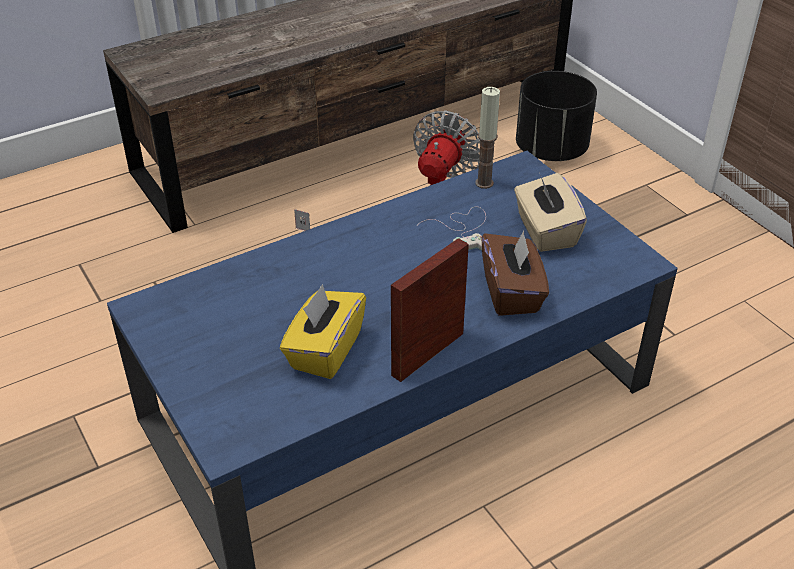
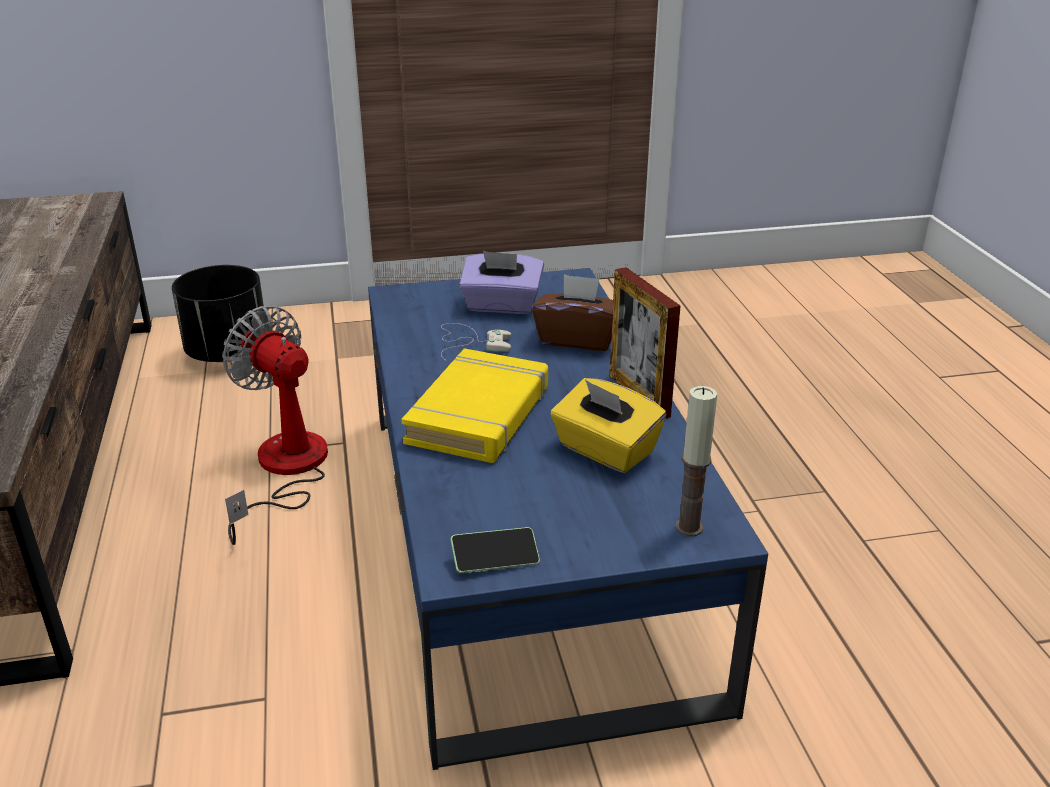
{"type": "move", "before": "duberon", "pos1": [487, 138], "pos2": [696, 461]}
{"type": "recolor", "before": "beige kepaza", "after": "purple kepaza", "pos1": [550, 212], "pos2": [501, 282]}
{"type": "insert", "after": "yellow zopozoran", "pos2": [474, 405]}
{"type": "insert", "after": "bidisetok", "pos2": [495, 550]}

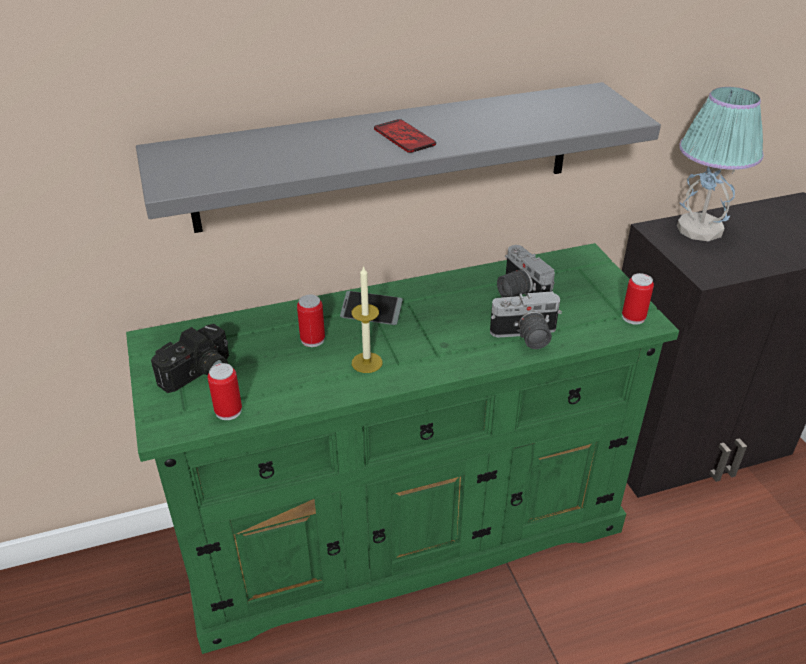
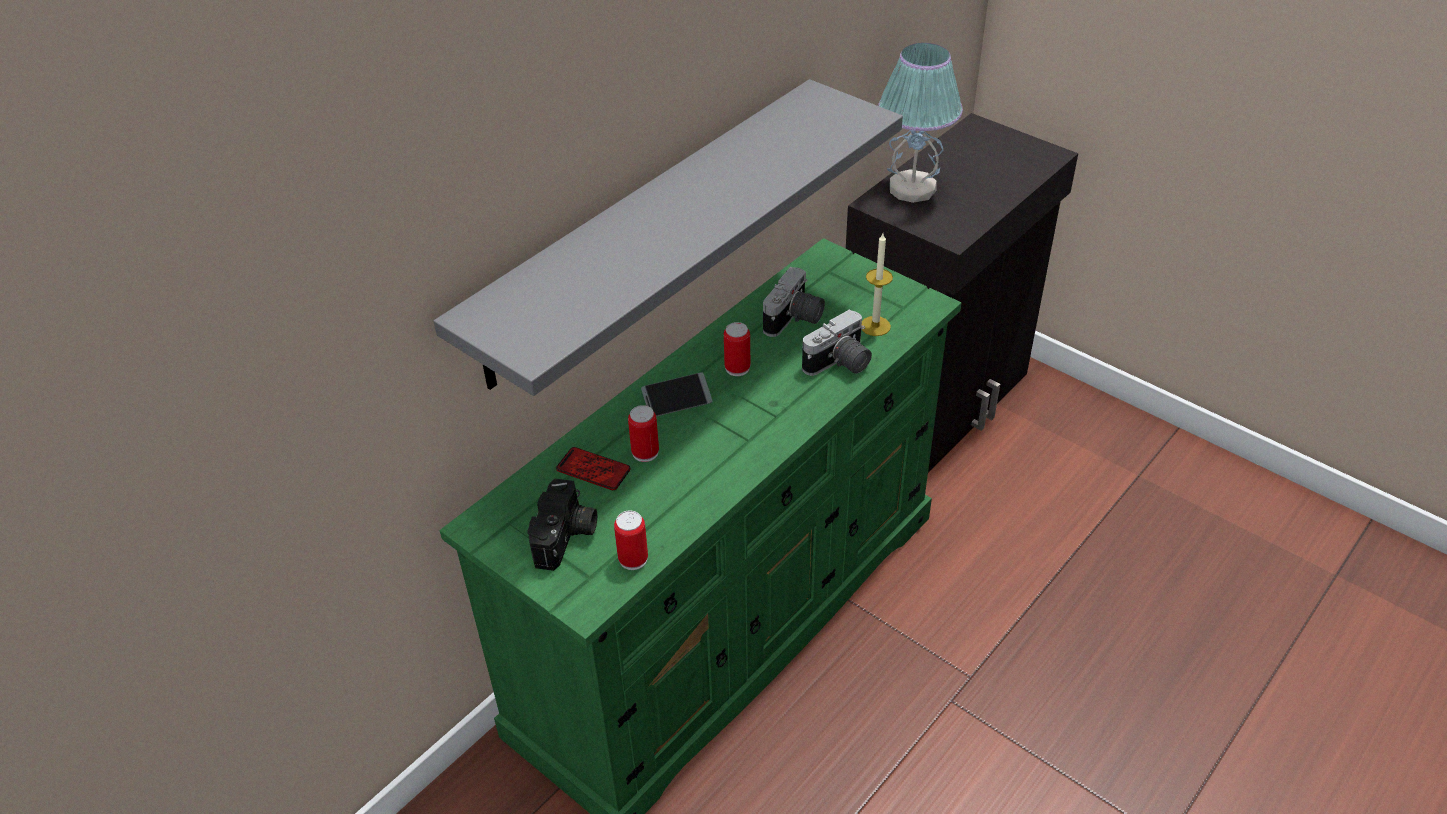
{"type": "move", "before": "bidisetok", "pos1": [405, 136], "pos2": [593, 468]}
{"type": "rotate", "before": "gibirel", "pos1": [526, 271], "pos2": [794, 302], "turn": -90}
{"type": "move", "before": "duberon", "pos1": [366, 319], "pos2": [877, 284]}
{"type": "move", "before": "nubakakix", "pos1": [638, 299], "pos2": [737, 349]}

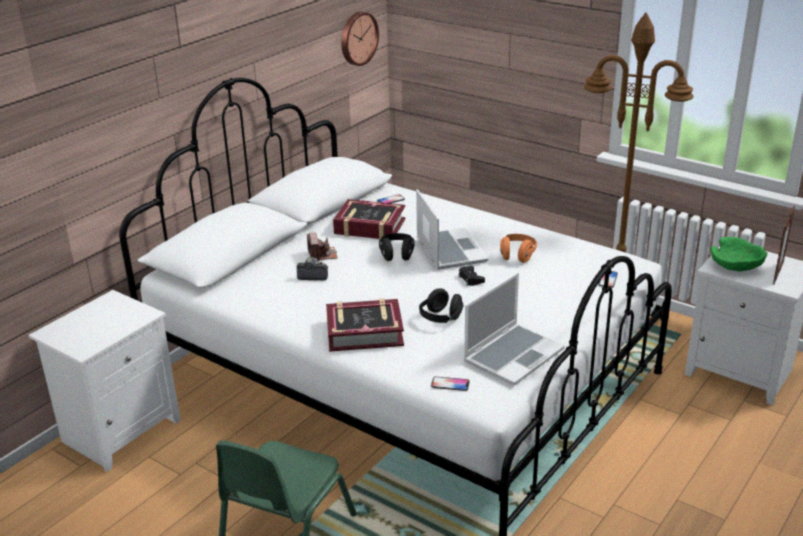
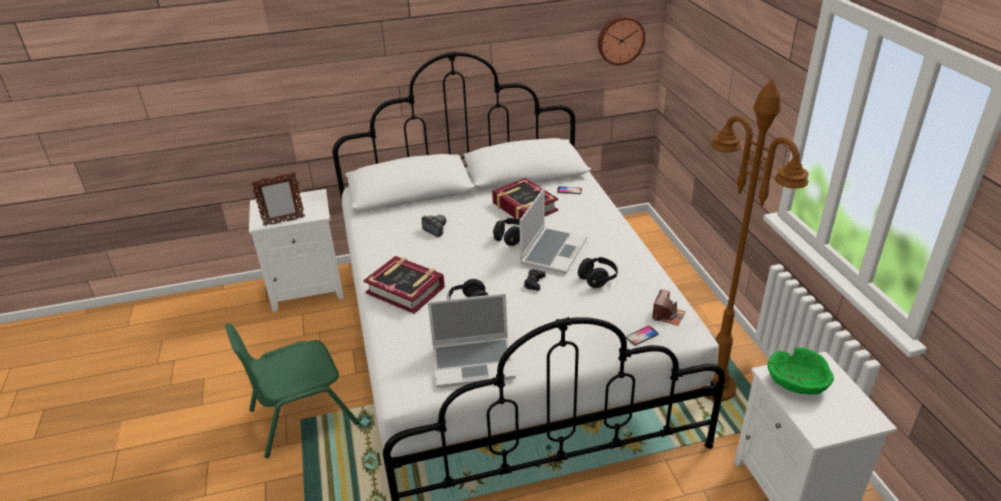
{"type": "move", "before": "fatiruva", "pos1": [784, 245], "pos2": [278, 199]}
{"type": "move", "before": "gibirel", "pos1": [322, 246], "pos2": [669, 307]}
{"type": "recolor", "before": "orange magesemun", "after": "black magesemun", "pos1": [518, 248], "pos2": [598, 272]}
{"type": "delete", "before": "bidisetok", "pos1": [450, 384]}

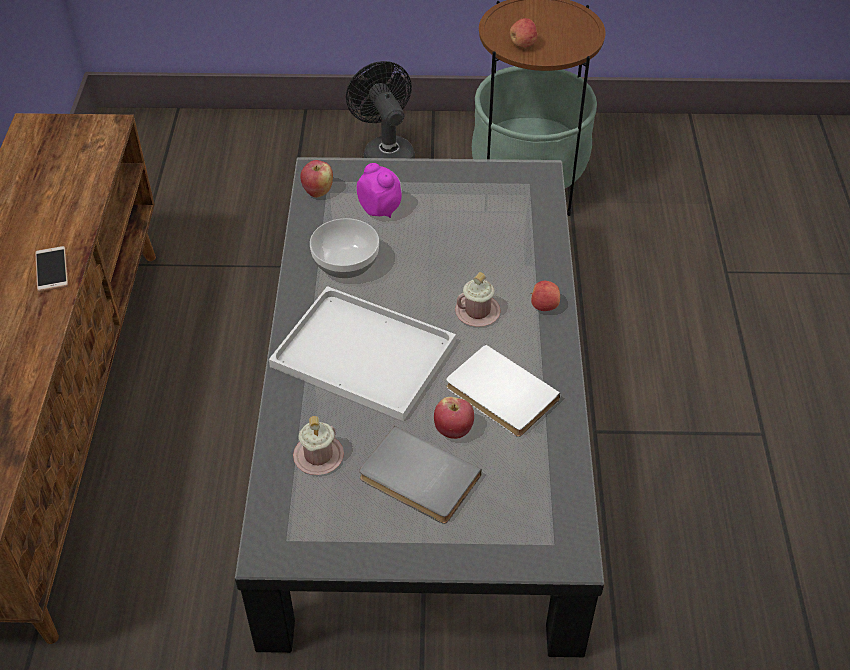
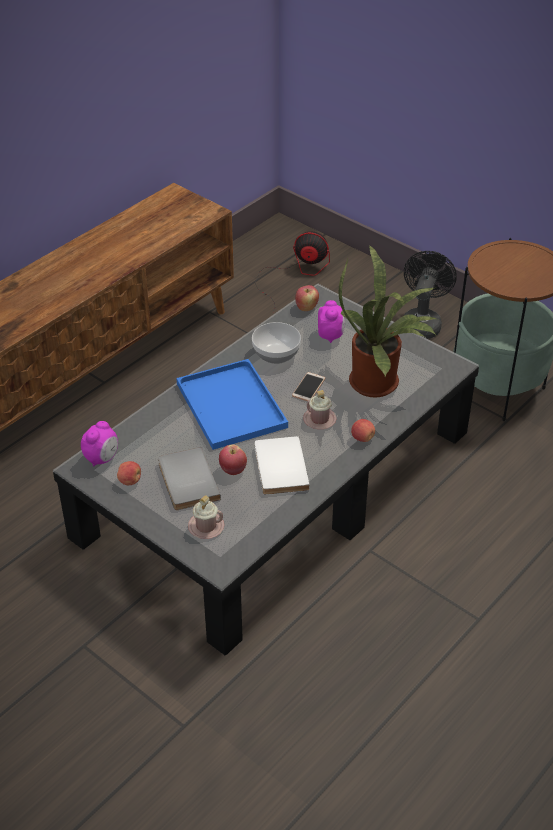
{"type": "move", "before": "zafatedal", "pos1": [524, 32], "pos2": [129, 473]}
{"type": "move", "before": "bidisetok", "pos1": [51, 269], "pos2": [308, 386]}
{"type": "recolor", "before": "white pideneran", "after": "blue pideneran", "pos1": [362, 353], "pos2": [232, 404]}
{"type": "move", "before": "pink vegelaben", "pos1": [318, 445], "pos2": [206, 517]}
{"type": "insert", "after": "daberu", "pos2": [292, 271]}
{"type": "insert", "after": "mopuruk", "pos2": [387, 322]}
{"type": "insert", "after": "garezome", "pos2": [99, 443]}

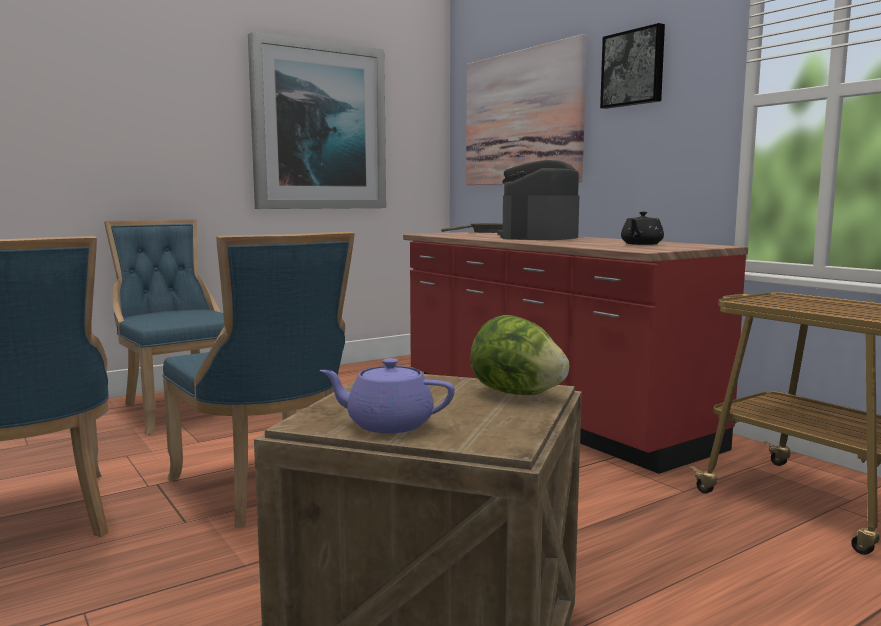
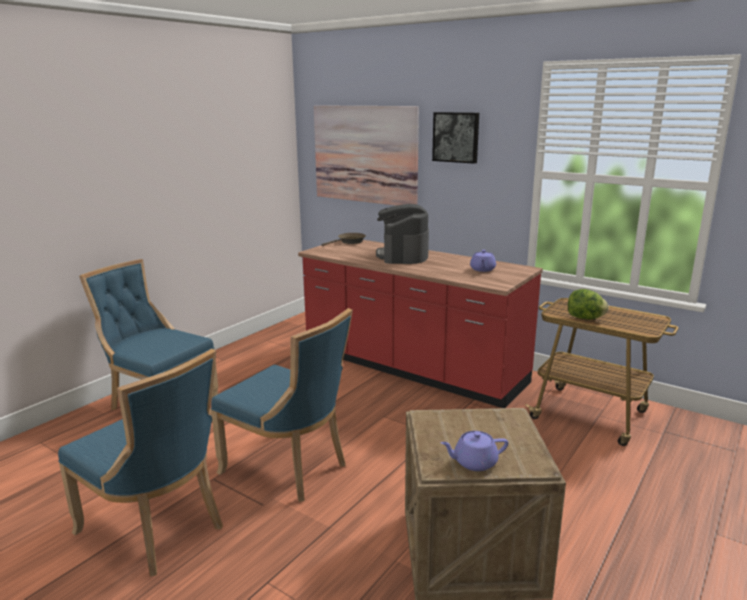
{"type": "delete", "before": "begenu", "pos1": [317, 120]}
{"type": "recolor", "before": "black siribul", "after": "purple siribul", "pos1": [642, 228], "pos2": [483, 261]}
{"type": "move", "before": "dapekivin", "pos1": [519, 355], "pos2": [588, 304]}

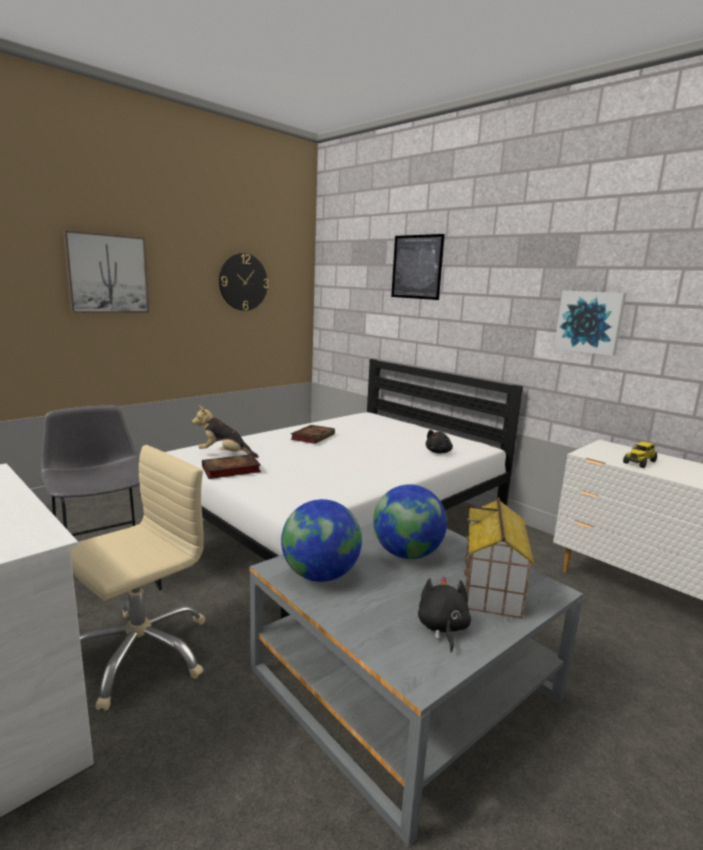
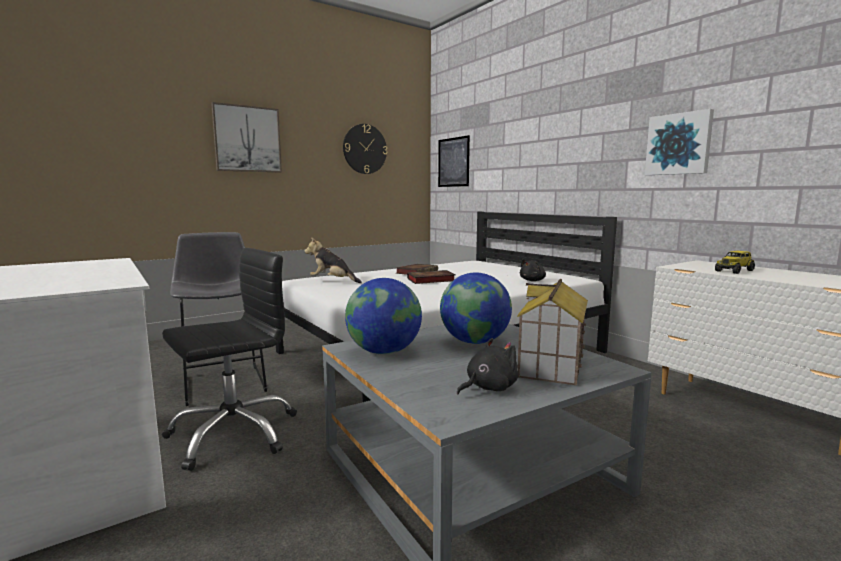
{"type": "move", "before": "begenu", "pos1": [418, 267], "pos2": [454, 161]}
{"type": "recolor", "before": "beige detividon", "after": "black detividon", "pos1": [138, 577], "pos2": [229, 359]}
{"type": "move", "before": "zopozoran", "pos1": [231, 466], "pos2": [431, 277]}
{"type": "rotate", "before": "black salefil", "pos1": [444, 614], "pos2": [488, 366], "turn": 45}

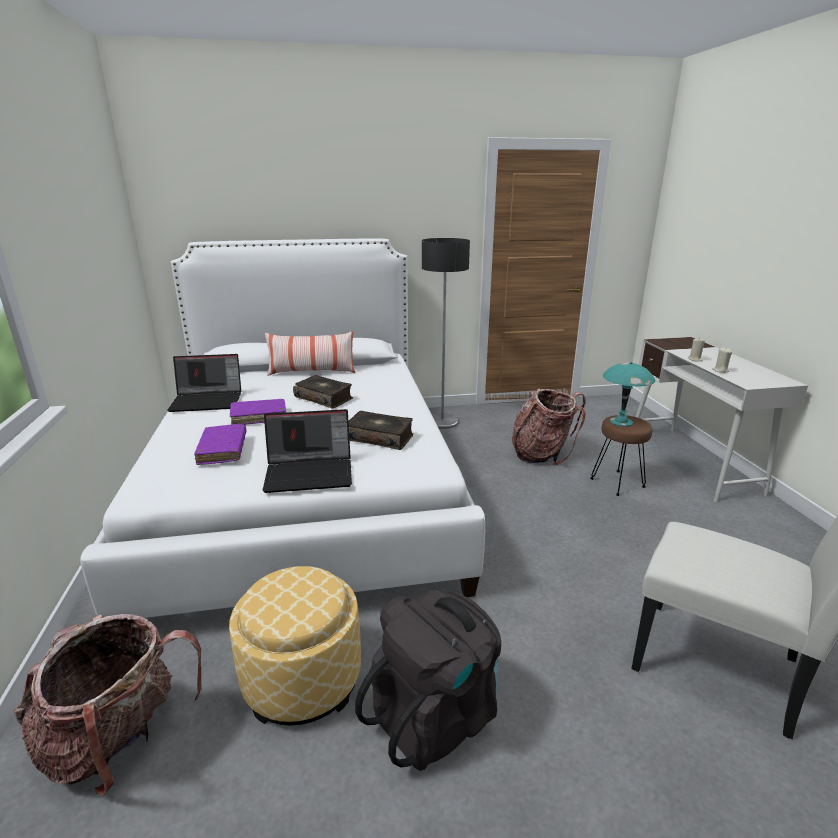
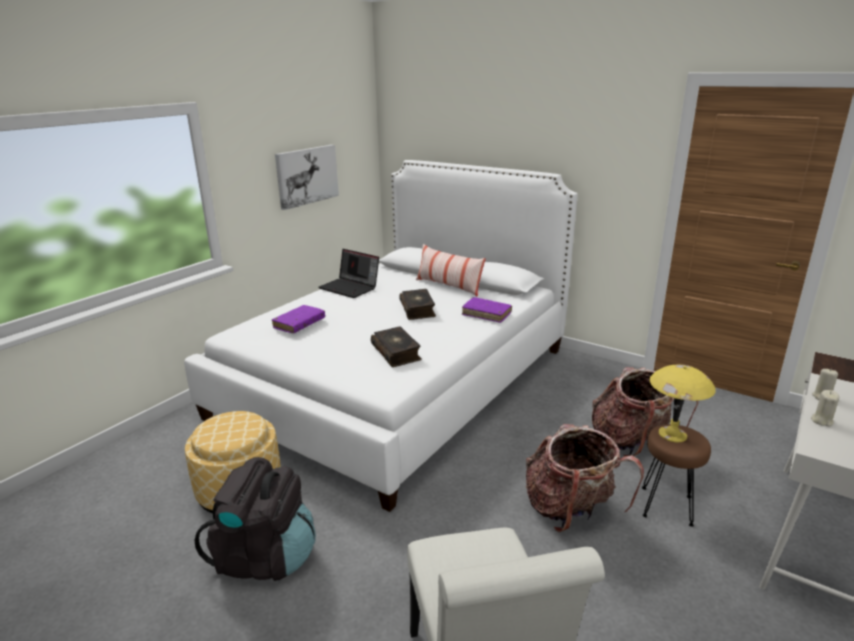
{"type": "delete", "before": "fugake", "pos1": [446, 333]}
{"type": "recolor", "before": "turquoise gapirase", "after": "yellow gapirase", "pos1": [629, 394], "pos2": [682, 404]}
{"type": "move", "before": "purple zopozoran", "pos1": [258, 412], "pos2": [487, 310]}
{"type": "delete", "before": "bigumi", "pos1": [307, 451]}
{"type": "move", "before": "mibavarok", "pos1": [107, 705], "pos2": [585, 478]}
{"type": "insert", "after": "begenu", "pos2": [307, 177]}

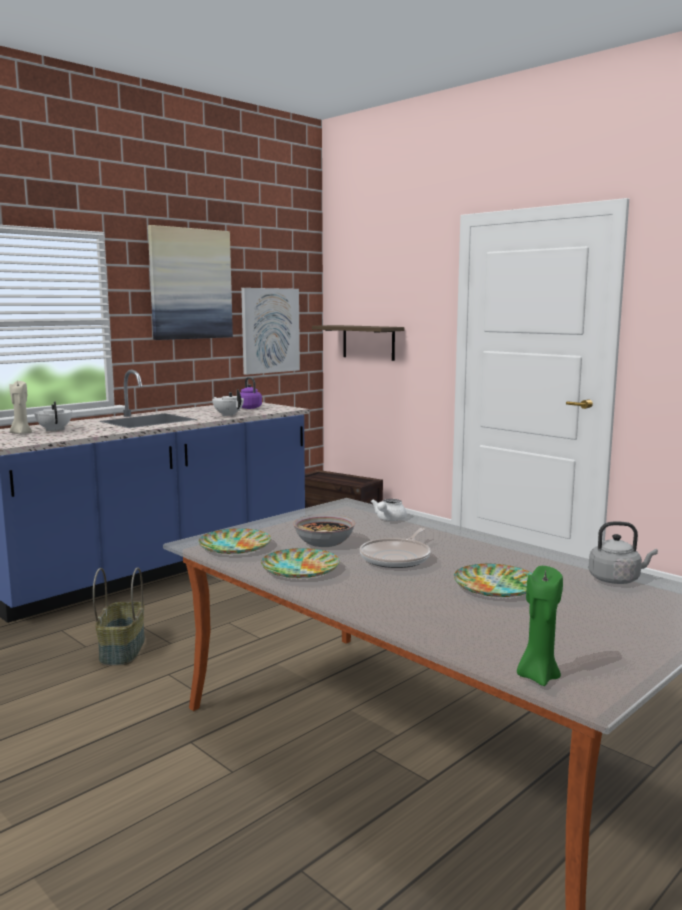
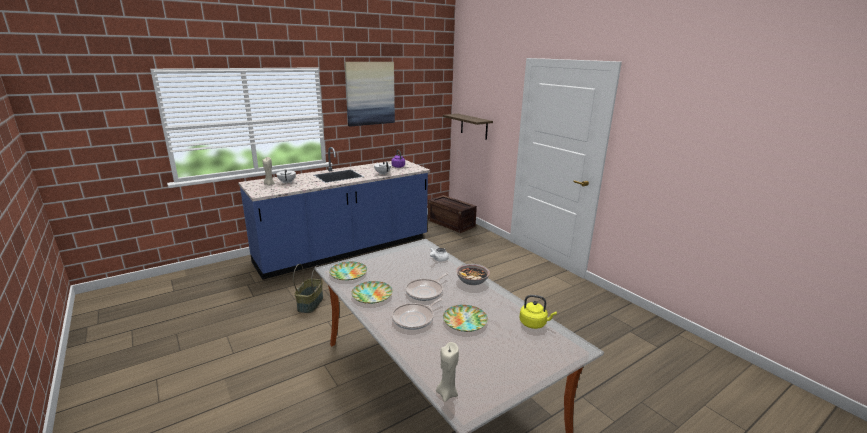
{"type": "delete", "before": "begenu", "pos1": [270, 331]}
{"type": "move", "before": "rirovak", "pos1": [324, 530], "pos2": [473, 274]}
{"type": "recolor", "before": "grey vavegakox", "after": "yellow vavegakox", "pos1": [623, 552], "pos2": [538, 312]}
{"type": "recolor", "before": "green duberon", "after": "beige duberon", "pos1": [540, 626], "pos2": [447, 372]}
{"type": "insert", "after": "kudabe", "pos2": [418, 314]}

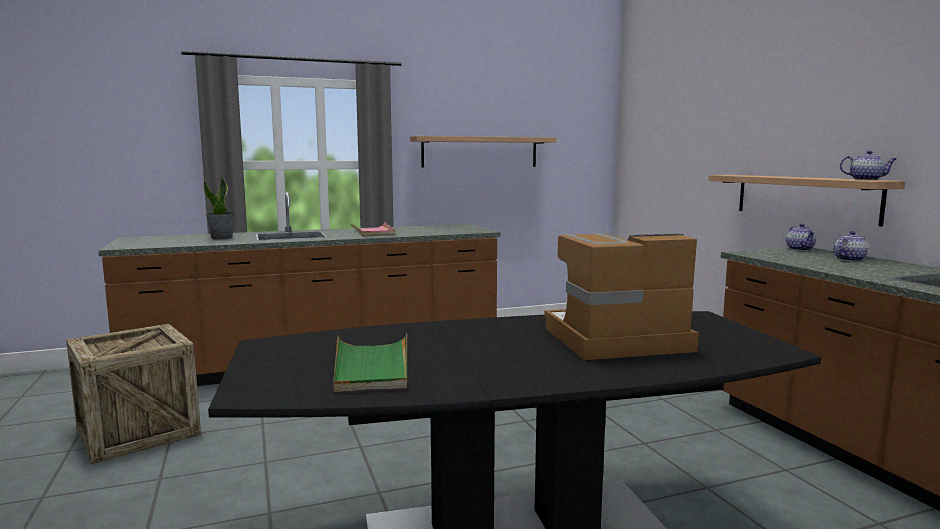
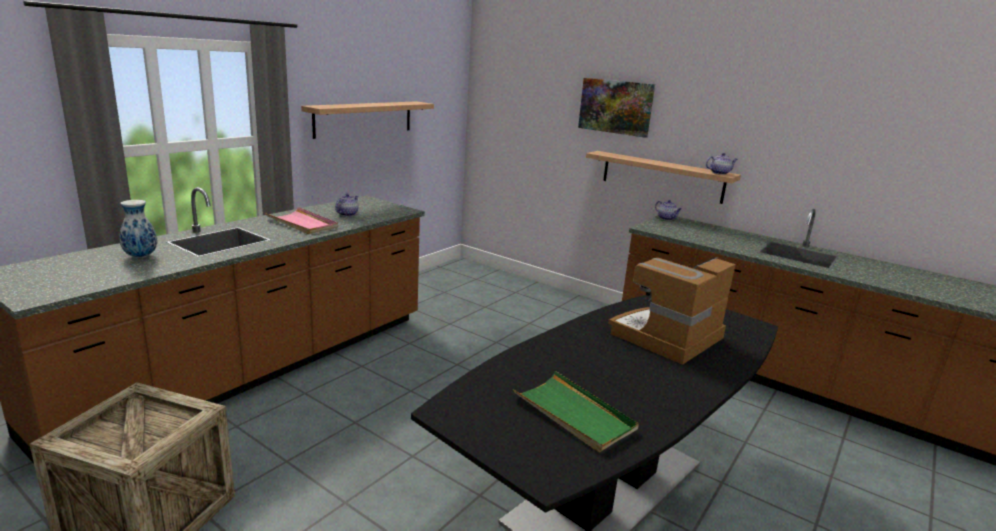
{"type": "replace", "before": "mopuruk", "after": "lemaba", "pos1": [219, 208], "pos2": [138, 229]}
{"type": "move", "before": "siribul", "pos1": [851, 246], "pos2": [347, 205]}
{"type": "insert", "after": "begenu", "pos2": [616, 108]}

